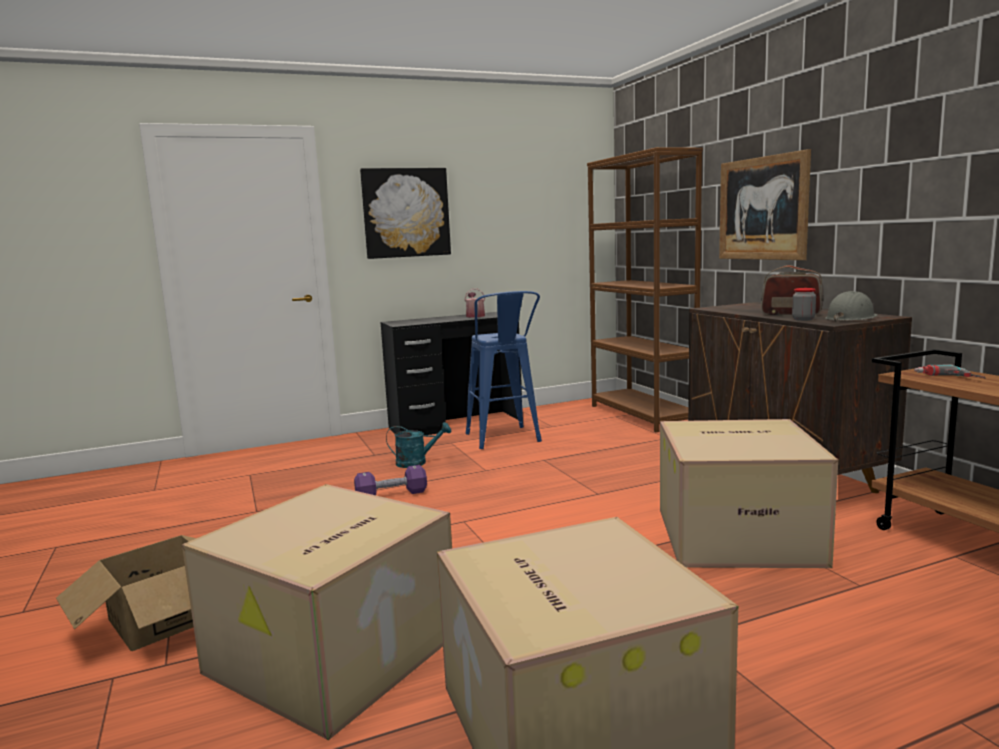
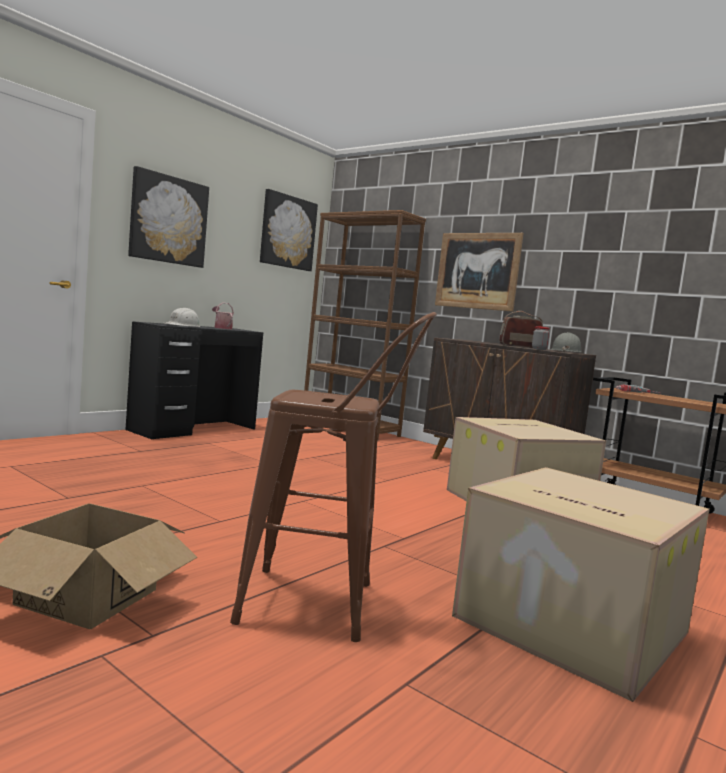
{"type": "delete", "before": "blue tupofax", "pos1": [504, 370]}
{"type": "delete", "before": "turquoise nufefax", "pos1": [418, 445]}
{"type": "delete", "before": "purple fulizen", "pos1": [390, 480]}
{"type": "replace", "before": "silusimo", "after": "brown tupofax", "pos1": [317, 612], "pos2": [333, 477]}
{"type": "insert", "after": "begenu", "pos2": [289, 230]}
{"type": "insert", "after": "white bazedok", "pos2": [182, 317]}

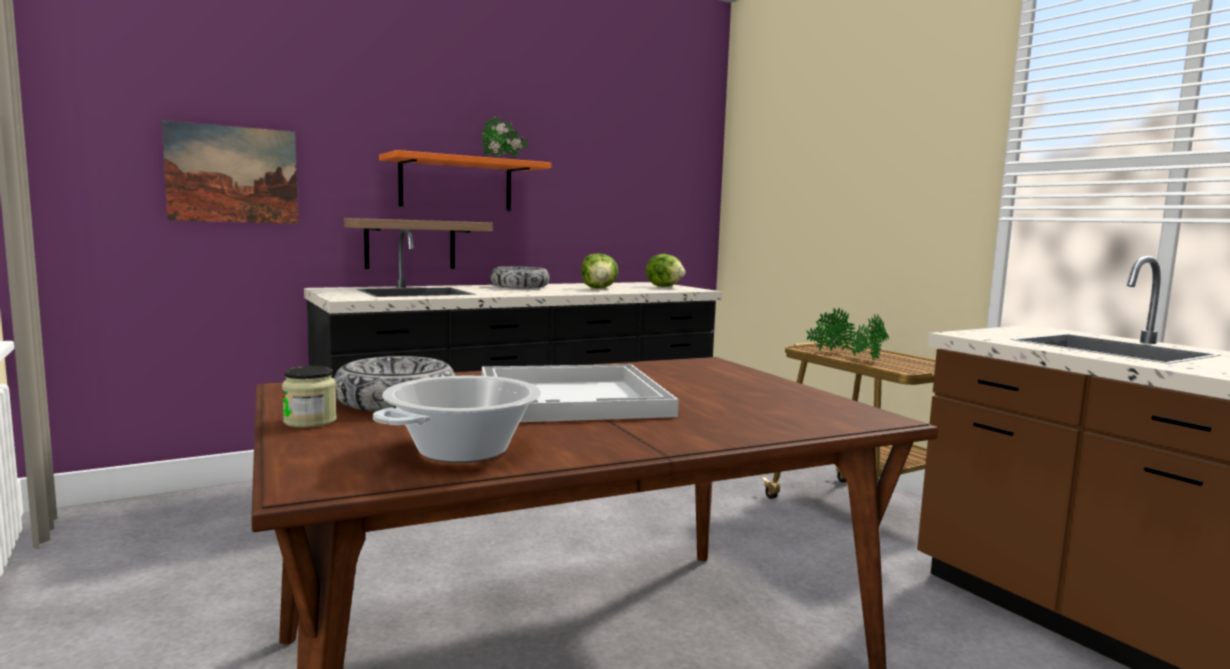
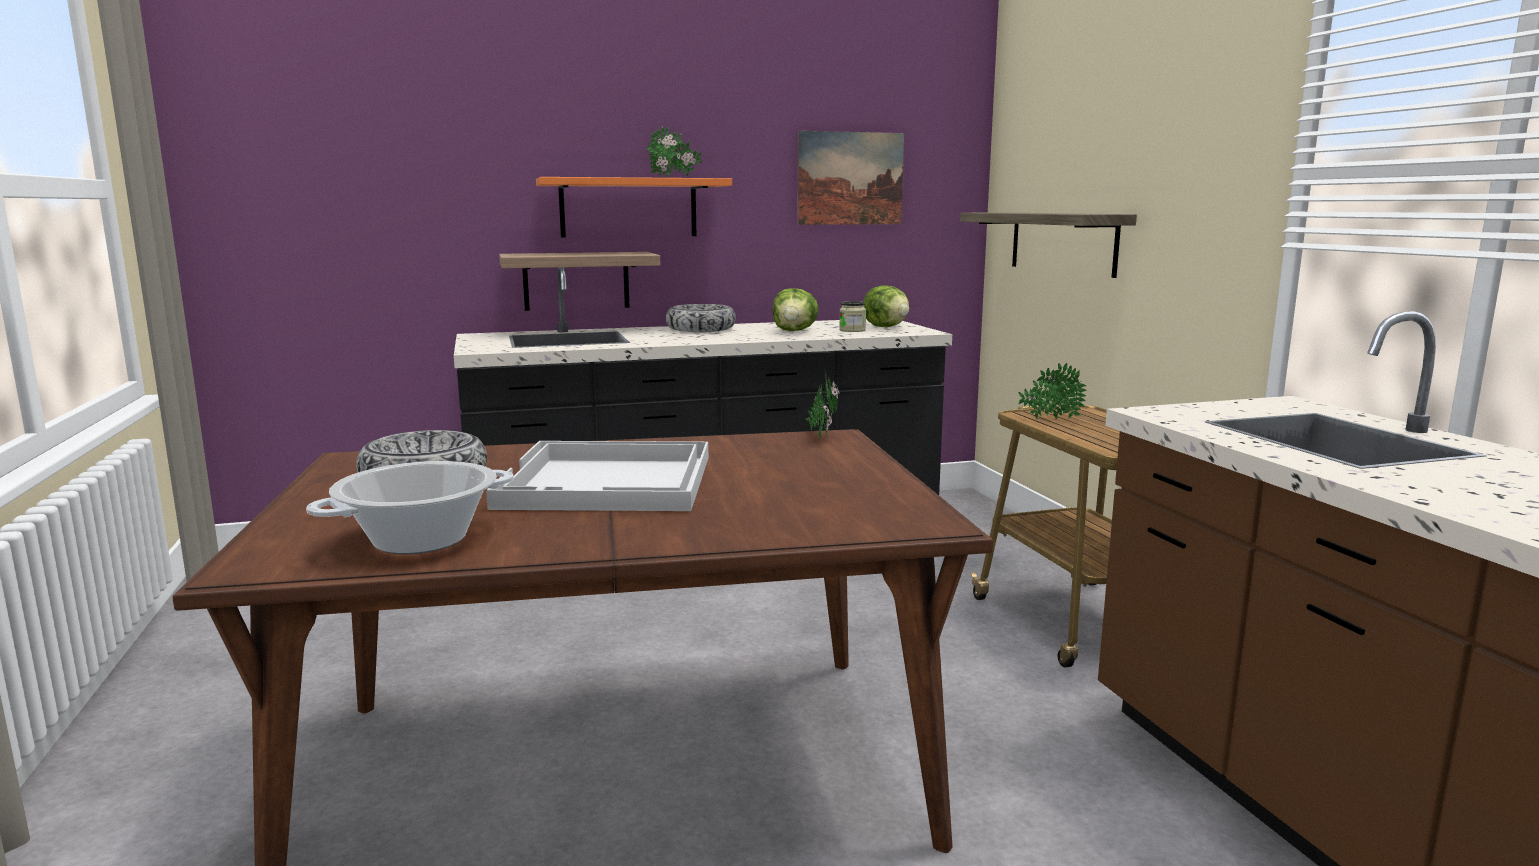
{"type": "move", "before": "begenu", "pos1": [230, 172], "pos2": [850, 178]}
{"type": "move", "before": "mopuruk", "pos1": [868, 337], "pos2": [822, 405]}
{"type": "move", "before": "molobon", "pos1": [309, 397], "pos2": [852, 316]}
{"type": "insert", "after": "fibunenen", "pos2": [1048, 245]}

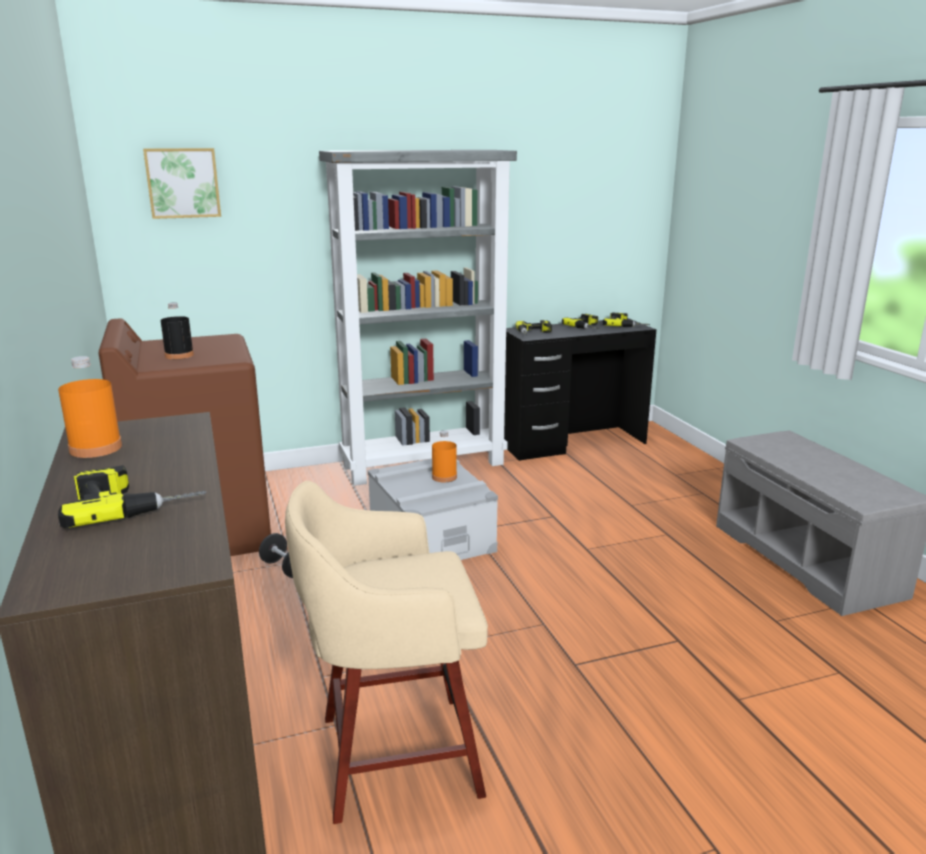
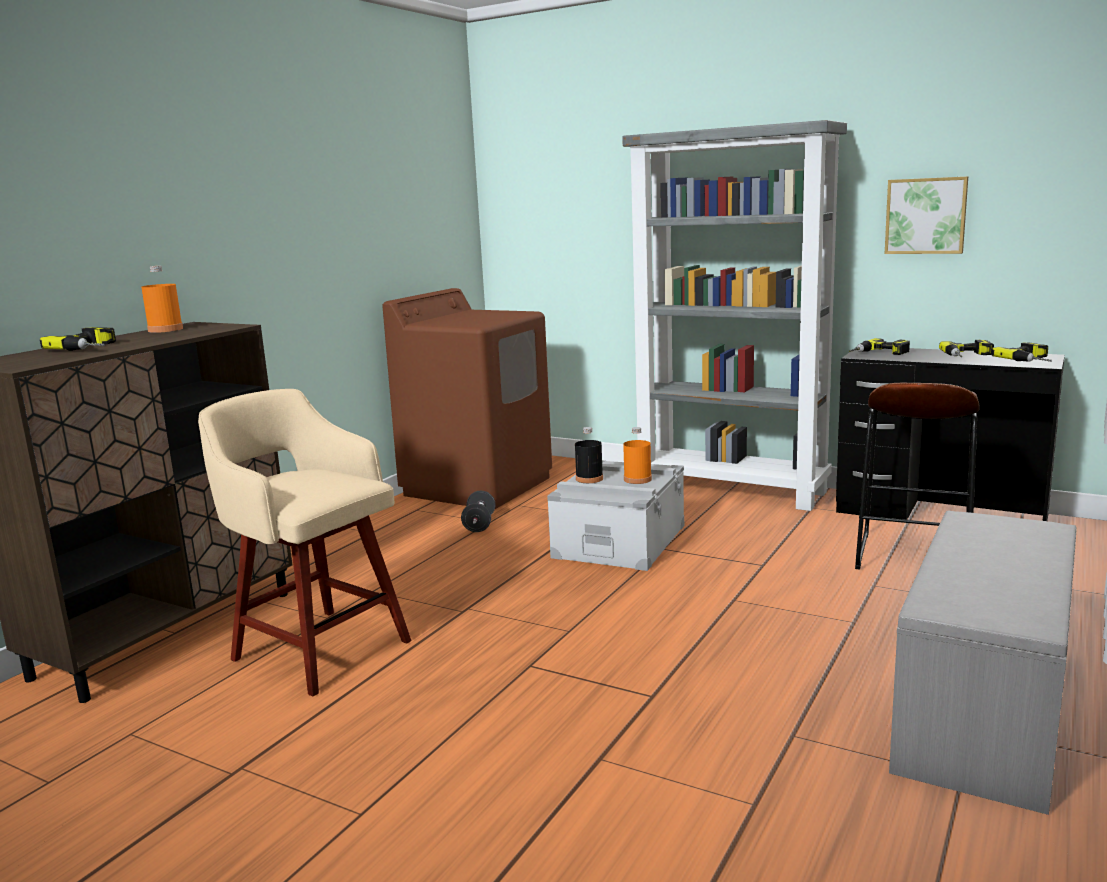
{"type": "move", "before": "begenu", "pos1": [182, 183], "pos2": [926, 215]}
{"type": "move", "before": "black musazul", "pos1": [177, 330], "pos2": [589, 455]}
{"type": "insert", "after": "brown tupofax", "pos2": [917, 476]}

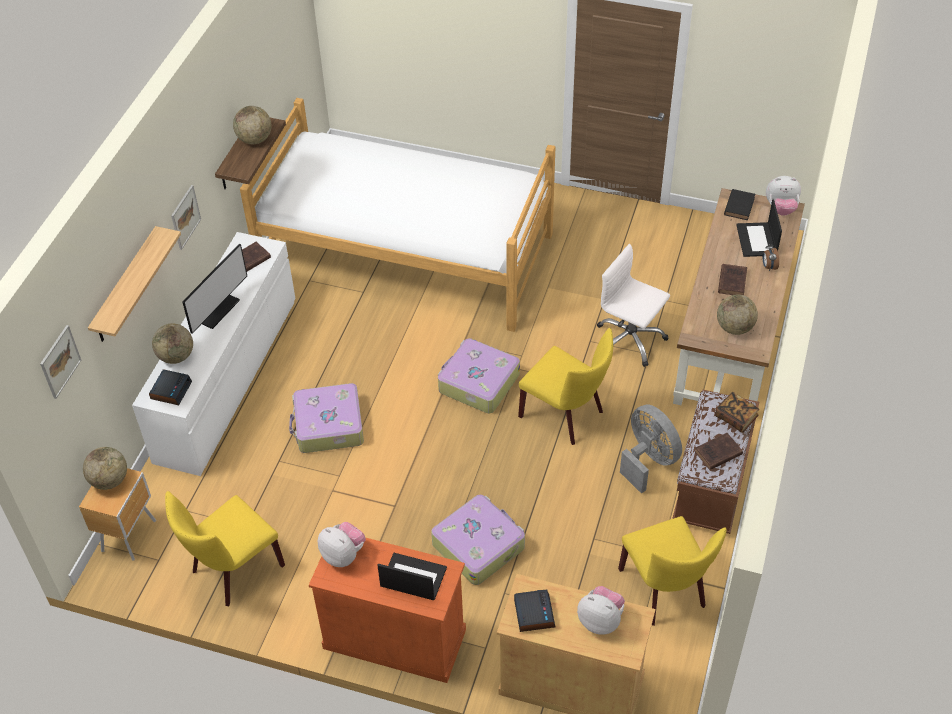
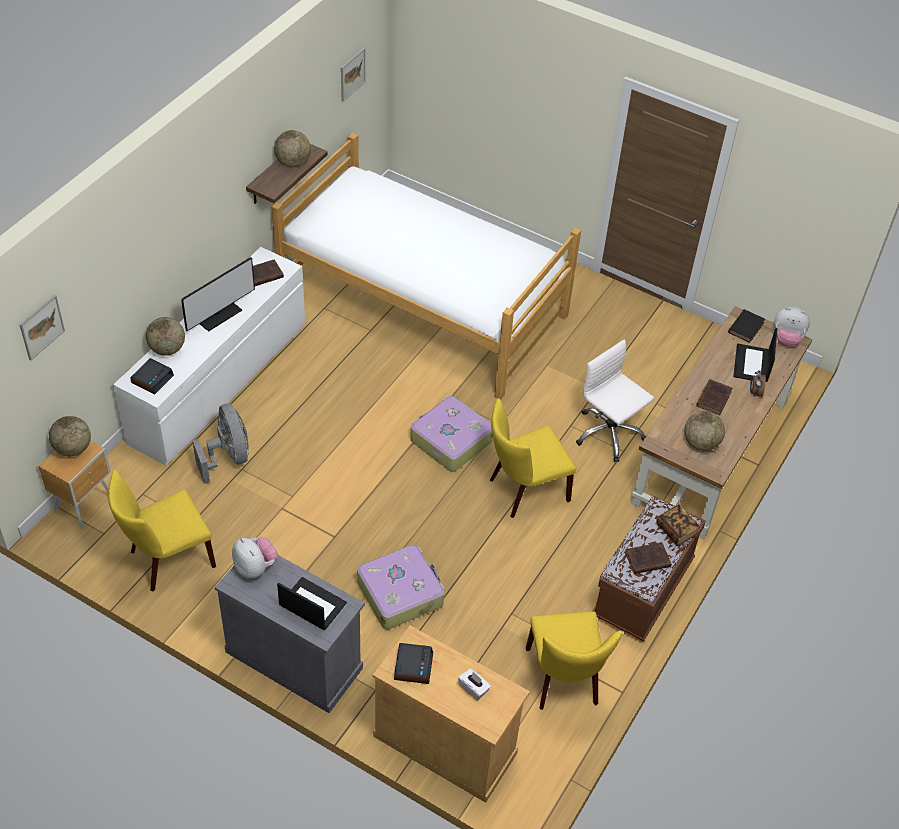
{"type": "move", "before": "begenu", "pos1": [186, 217], "pos2": [353, 75]}
{"type": "delete", "before": "fibunenen", "pos1": [134, 284]}
{"type": "rotate", "before": "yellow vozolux", "pos1": [565, 386], "pos2": [533, 458], "turn": 105}
{"type": "delete", "before": "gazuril", "pos1": [326, 418]}
{"type": "move", "before": "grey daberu", "pos1": [651, 449], "pos2": [220, 443]}
{"type": "recolor", "before": "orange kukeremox", "after": "grey kukeremox", "pos1": [387, 610], "pos2": [290, 627]}
{"type": "replace", "before": "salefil", "after": "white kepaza", "pos1": [601, 610], "pos2": [474, 684]}

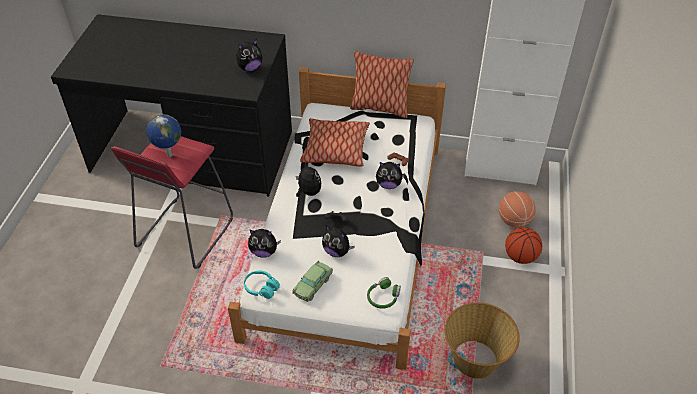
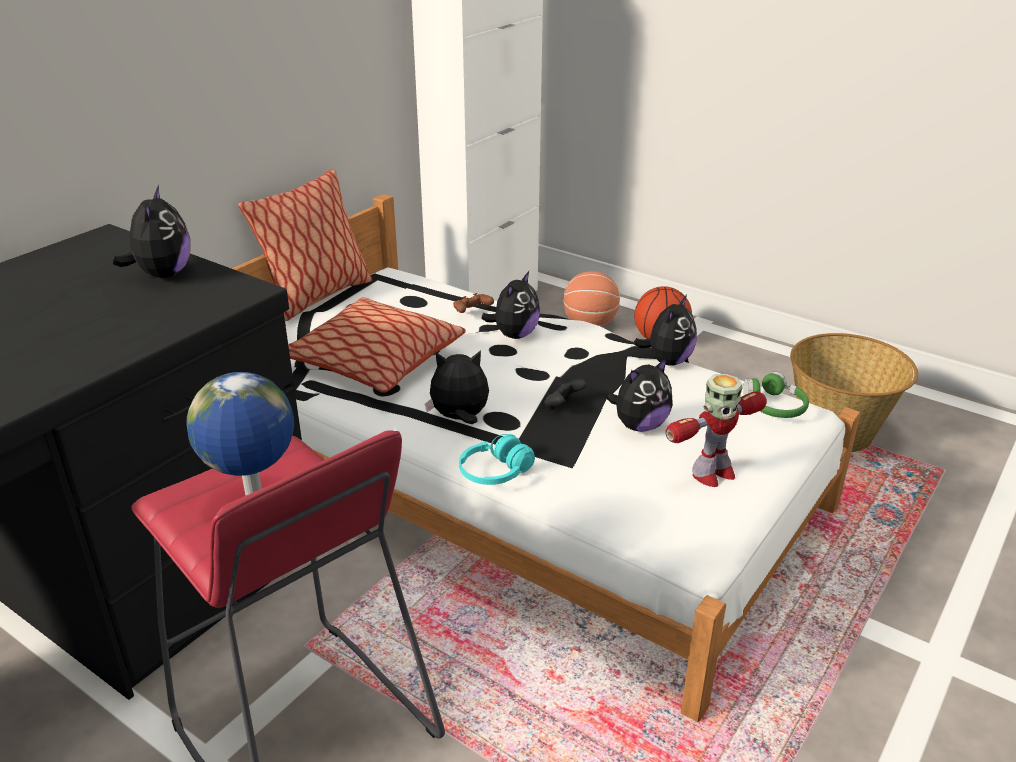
{"type": "move", "before": "salefil", "pos1": [264, 243], "pos2": [665, 330]}
{"type": "replace", "before": "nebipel", "after": "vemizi", "pos1": [312, 281], "pos2": [716, 430]}
{"type": "move", "before": "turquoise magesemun", "pos1": [262, 284], "pos2": [497, 459]}

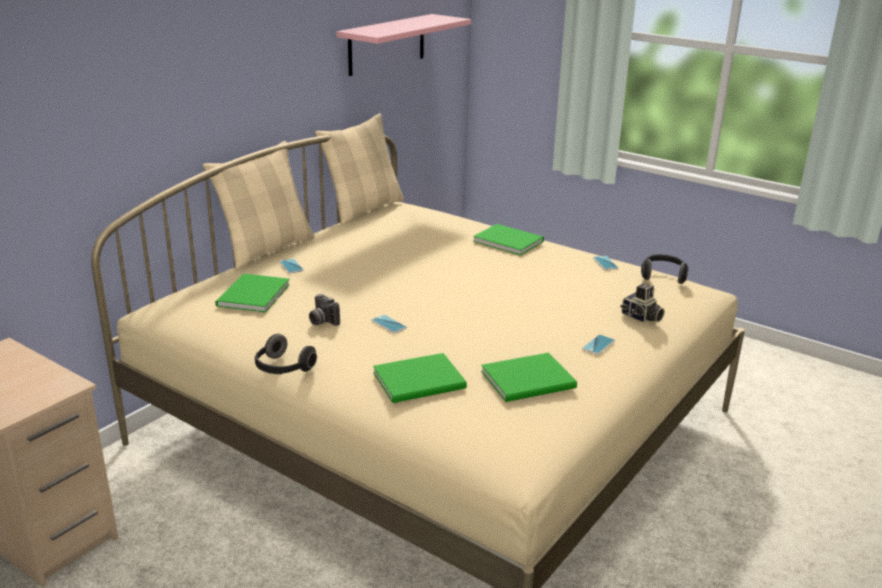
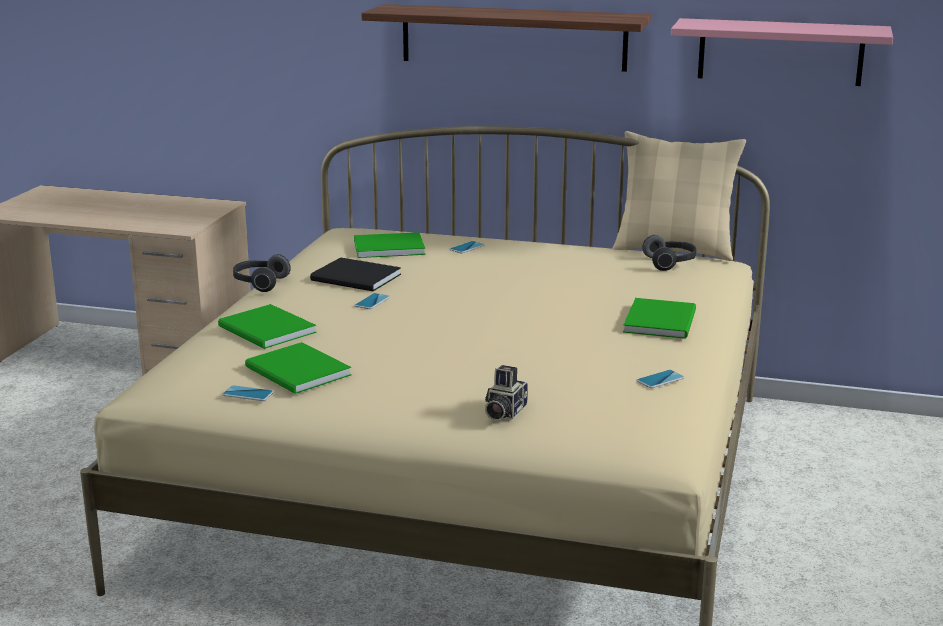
{"type": "delete", "before": "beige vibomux", "pos1": [259, 205]}
{"type": "move", "before": "magesemun", "pos1": [665, 269], "pos2": [669, 253]}
{"type": "replace", "before": "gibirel", "after": "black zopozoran", "pos1": [324, 310], "pos2": [355, 274]}
{"type": "move", "before": "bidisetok", "pos1": [598, 345], "pos2": [248, 393]}
{"type": "insert", "after": "fibunenen", "pos2": [506, 38]}

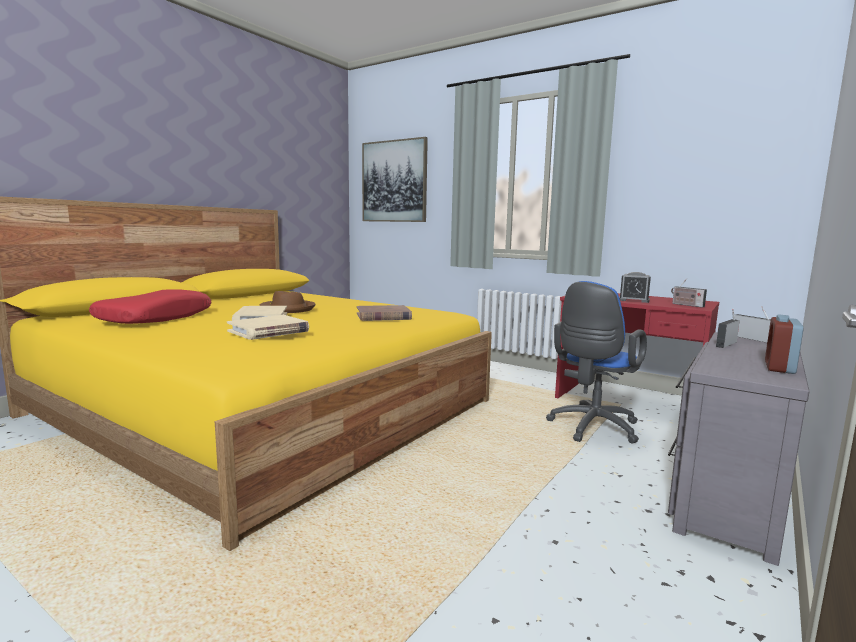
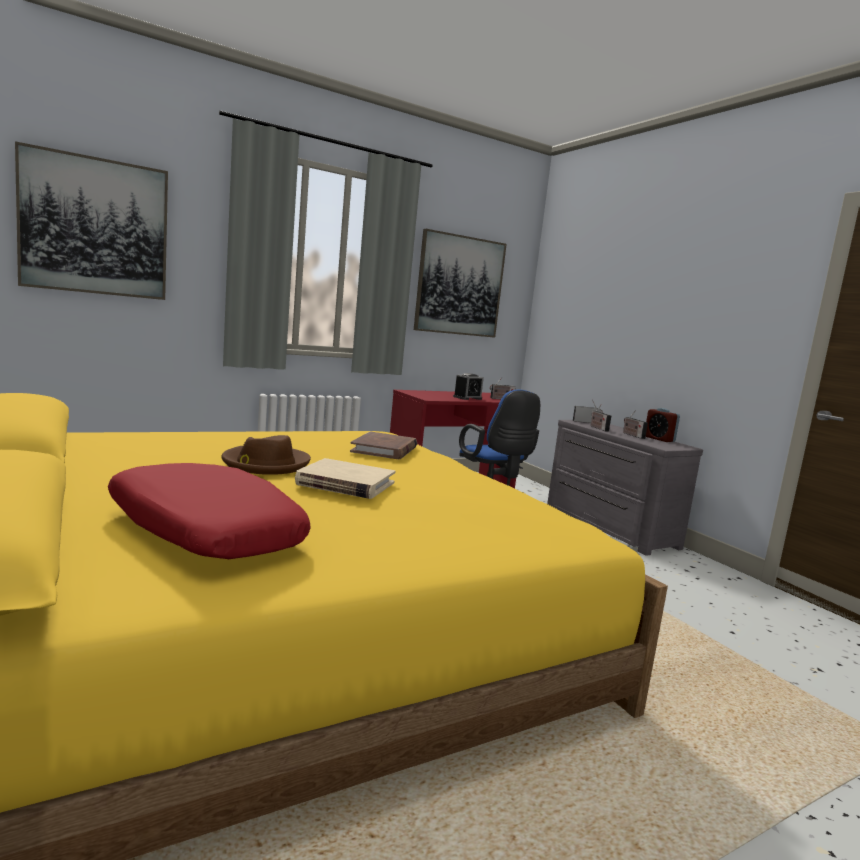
{"type": "delete", "before": "beige zopozoran", "pos1": [268, 327]}
{"type": "insert", "after": "begenu", "pos2": [460, 283]}
{"type": "insert", "after": "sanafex", "pos2": [635, 424]}

